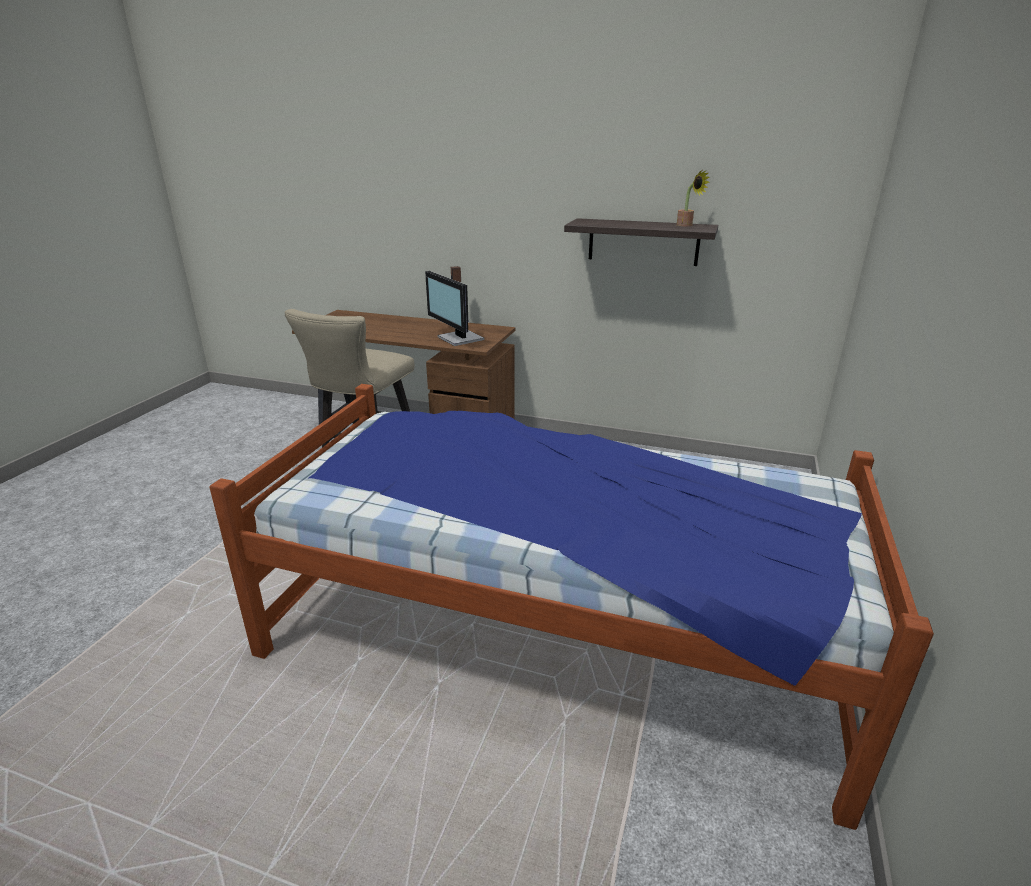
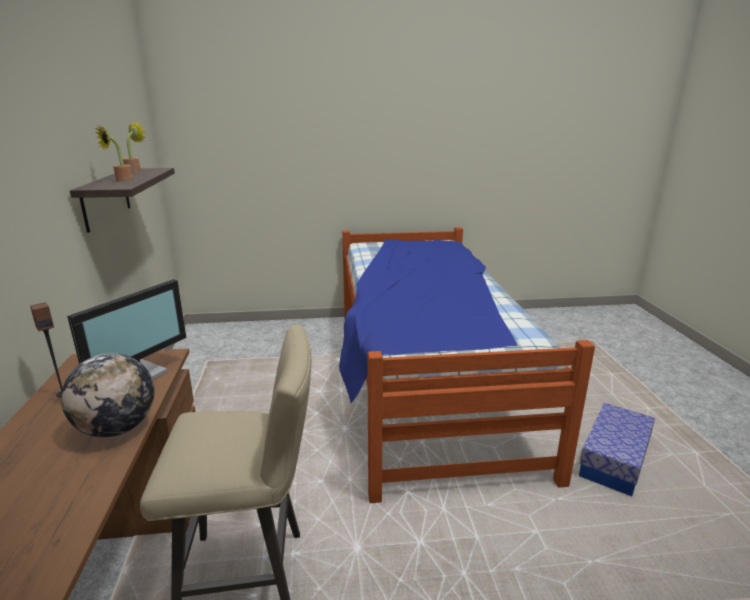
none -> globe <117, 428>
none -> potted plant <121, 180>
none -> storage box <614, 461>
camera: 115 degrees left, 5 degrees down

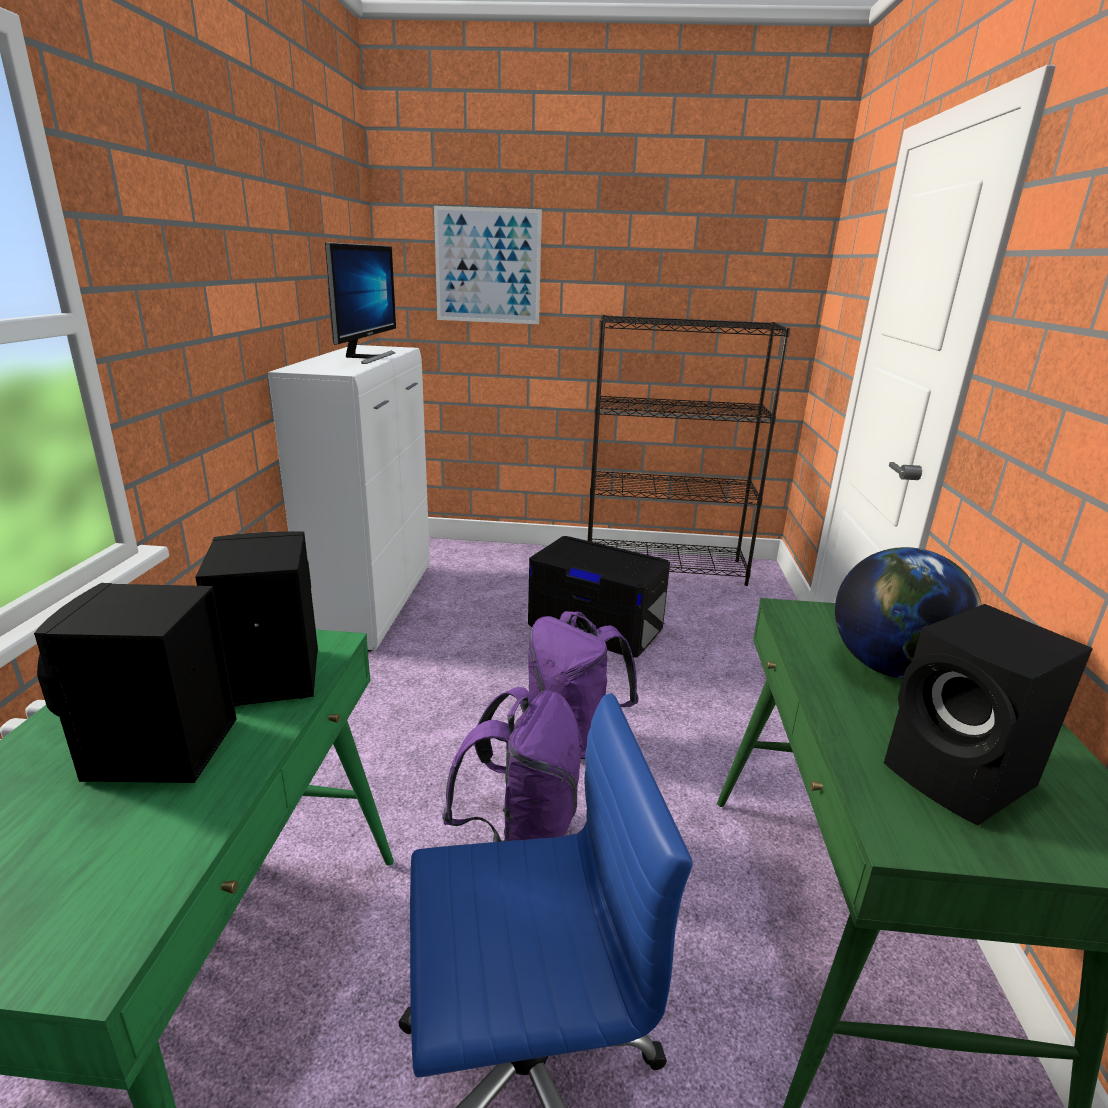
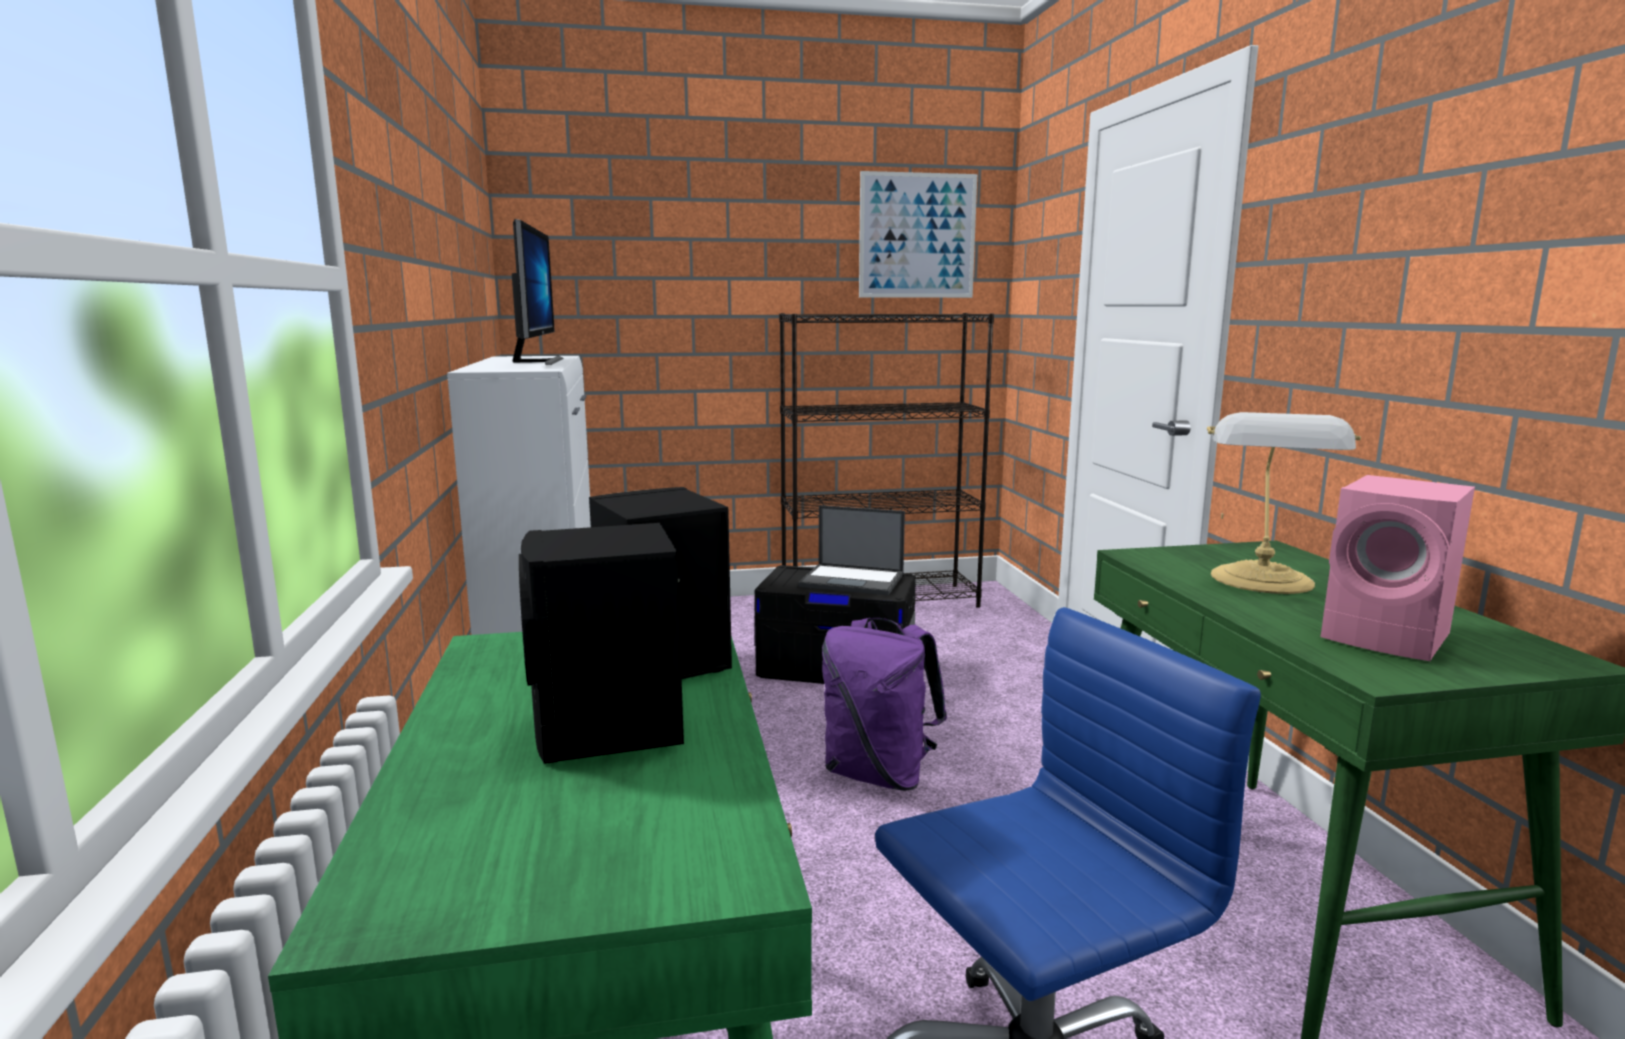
picture <488, 266> -> picture <917, 236>, relocated
purple backpack <520, 839> -> none
globe <891, 668> -> table lamp <1263, 581>
black speaker <962, 779> -> pink speaker <1390, 638>
none -> laptop <853, 580>
camera: 15 degrees left, 10 degrees down

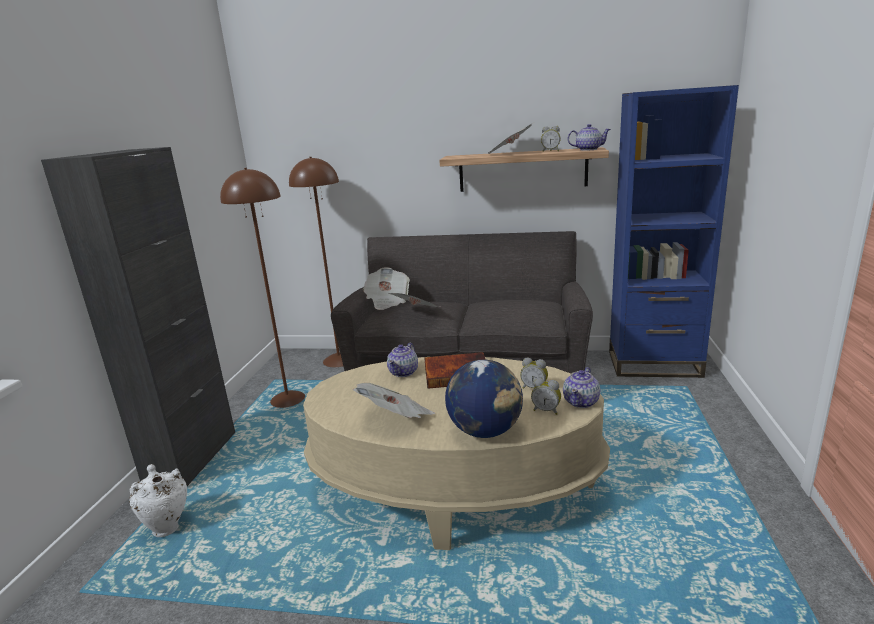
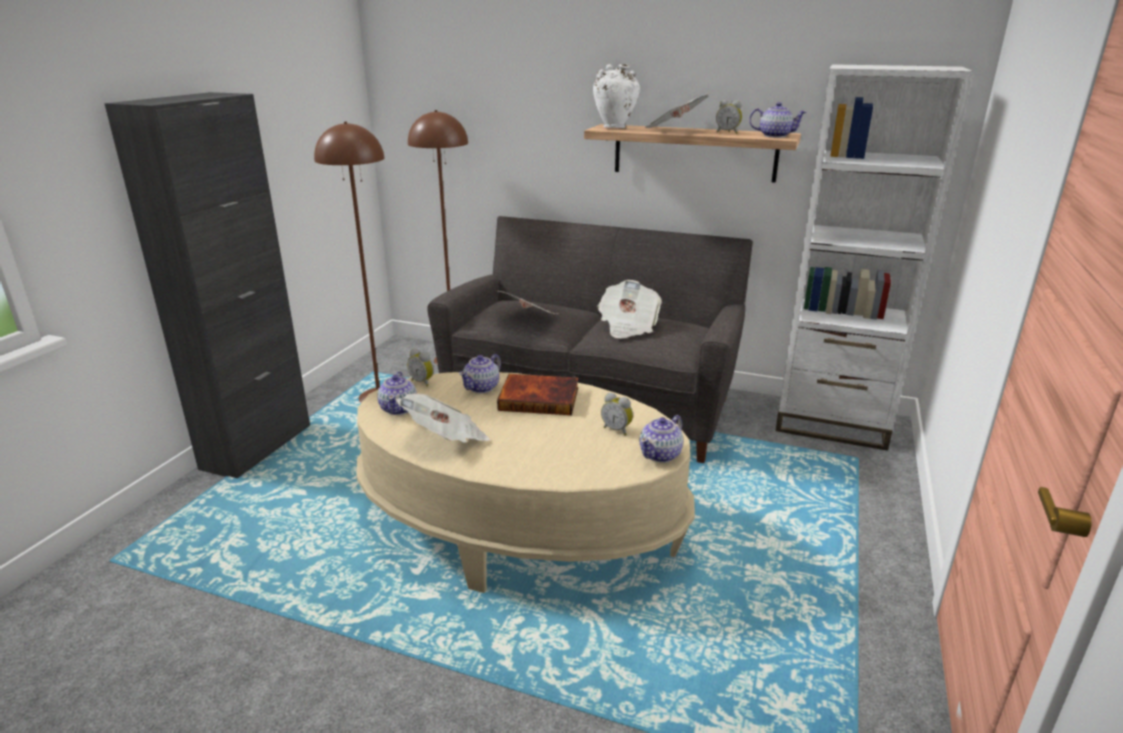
white vase <168, 527> -> white vase <614, 128>, relocated
newspaper <387, 301> -> newspaper <627, 326>, relocated
globe <485, 431> -> none
alarm clock <546, 410> -> alarm clock <423, 382>, relocated
blue bookcase <654, 364> -> white bookcase <831, 423>
none -> teapot <399, 408>
camera: 10 degrees right, 5 degrees up

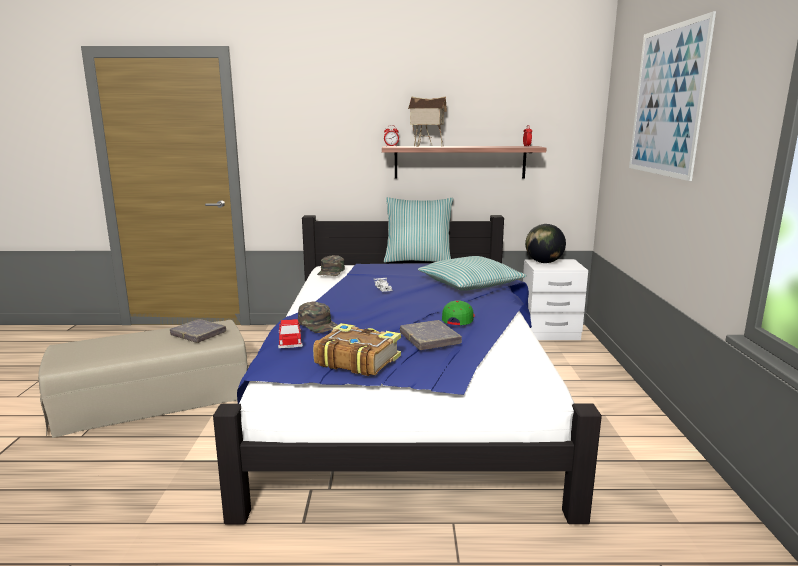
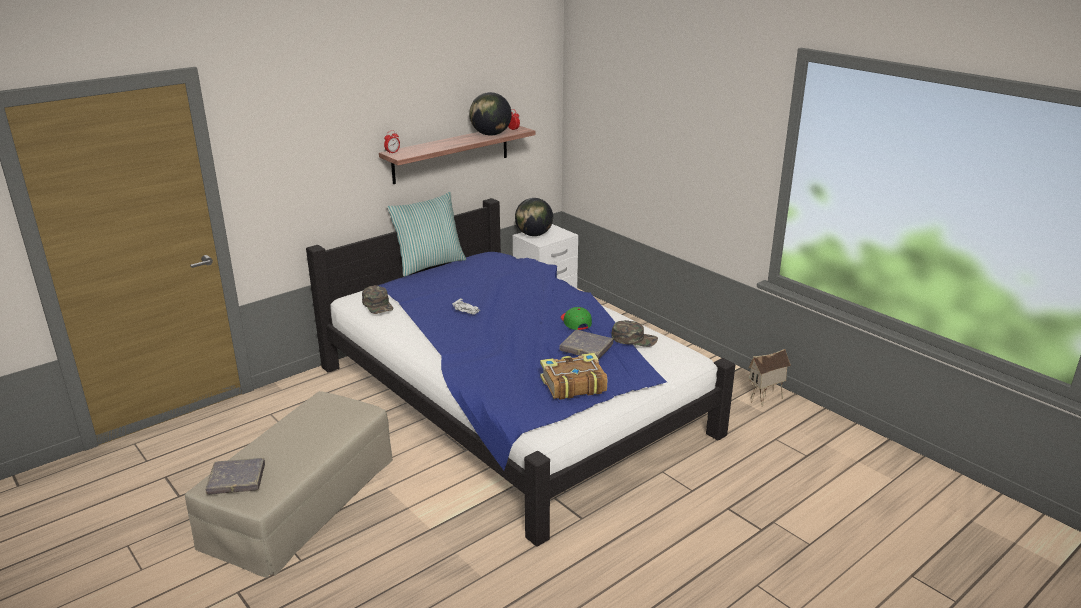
grey book <198, 334> -> grey book <236, 479>, relocated
toy car <290, 340> -> none
green cap <319, 324> -> green cap <634, 339>, relocated
toy house <427, 146> -> toy house <765, 400>, relocated
pillow <470, 284> -> none
picture <666, 101> -> none
none -> globe <491, 134>
camera: 40 degrees left, 10 degrees up

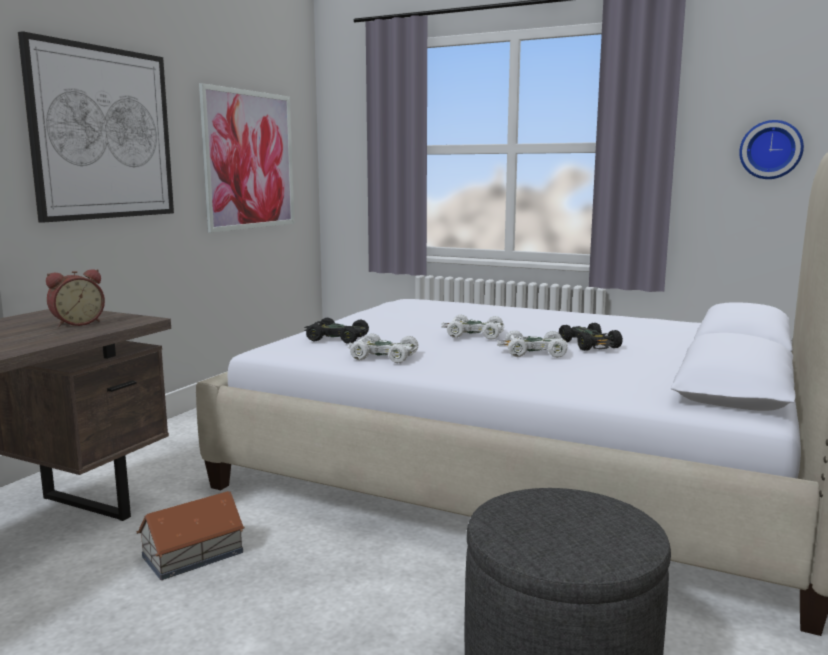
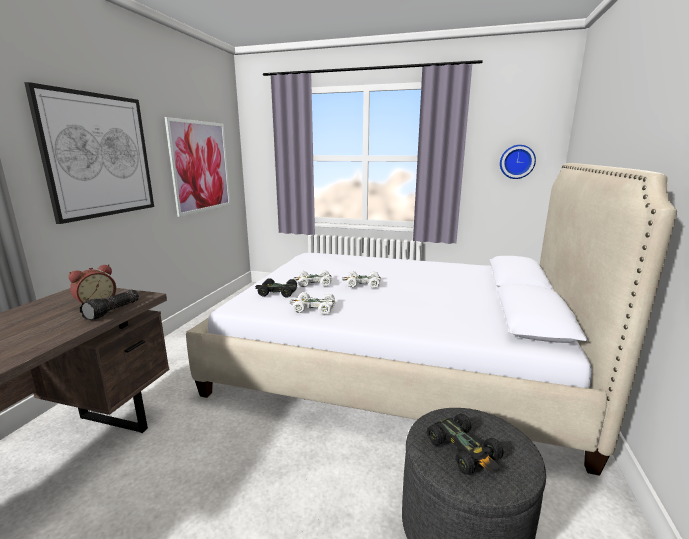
toy house <194, 554> -> none
white toy car <533, 352> -> white toy car <313, 283>, relocated
black toy car <590, 345> -> black toy car <464, 450>, relocated
none -> flashlight <113, 311>
camera: 10 degrees left, 5 degrees up

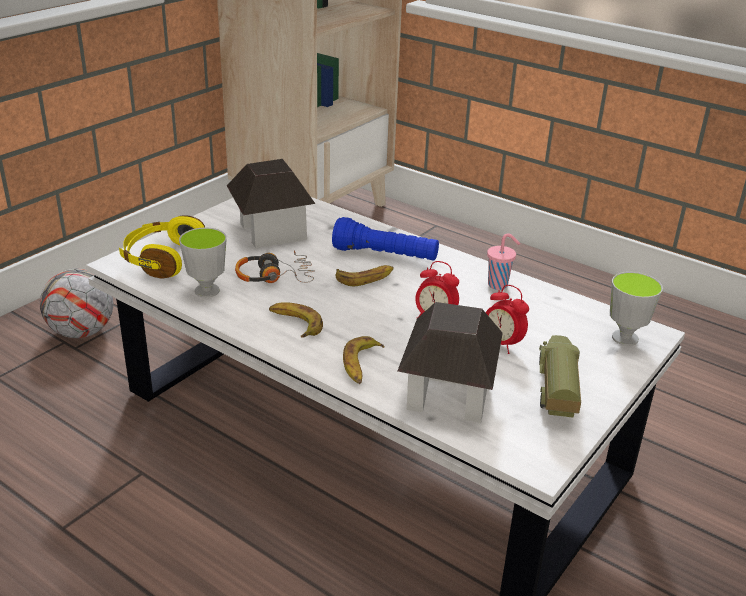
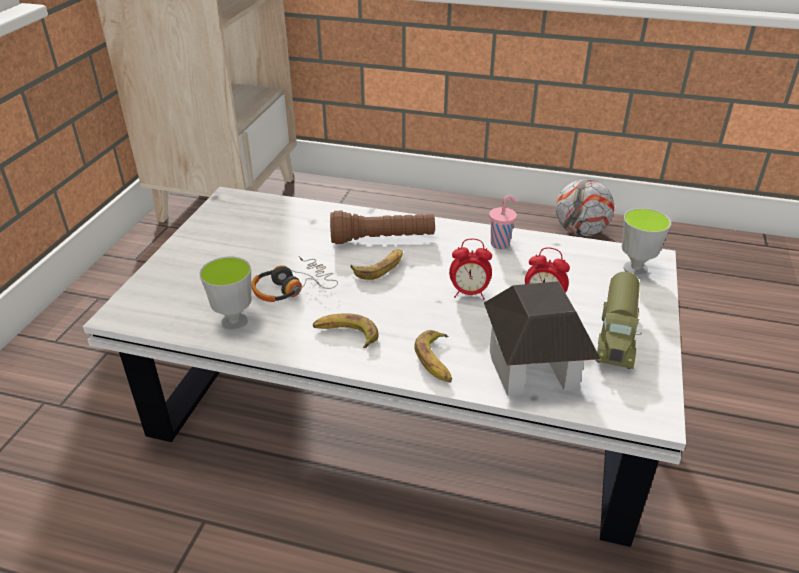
football <81, 332> -> football <580, 231>, relocated
yellow headphones <162, 259> -> none
toy house <271, 231> -> none
blue flashlight <385, 256> -> brown flashlight <382, 239>
toy truck <555, 391> -> toy truck <617, 337>, 150 degrees counterclockwise
camera: 20 degrees left, 5 degrees up

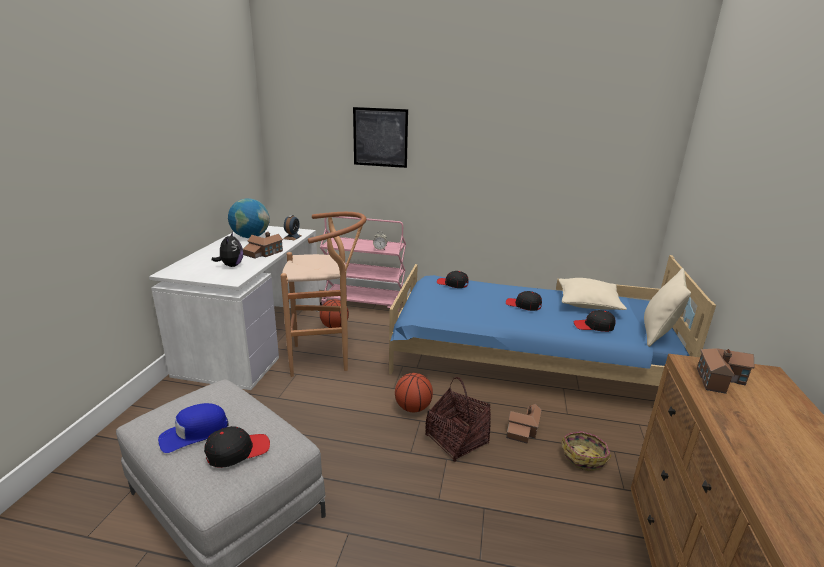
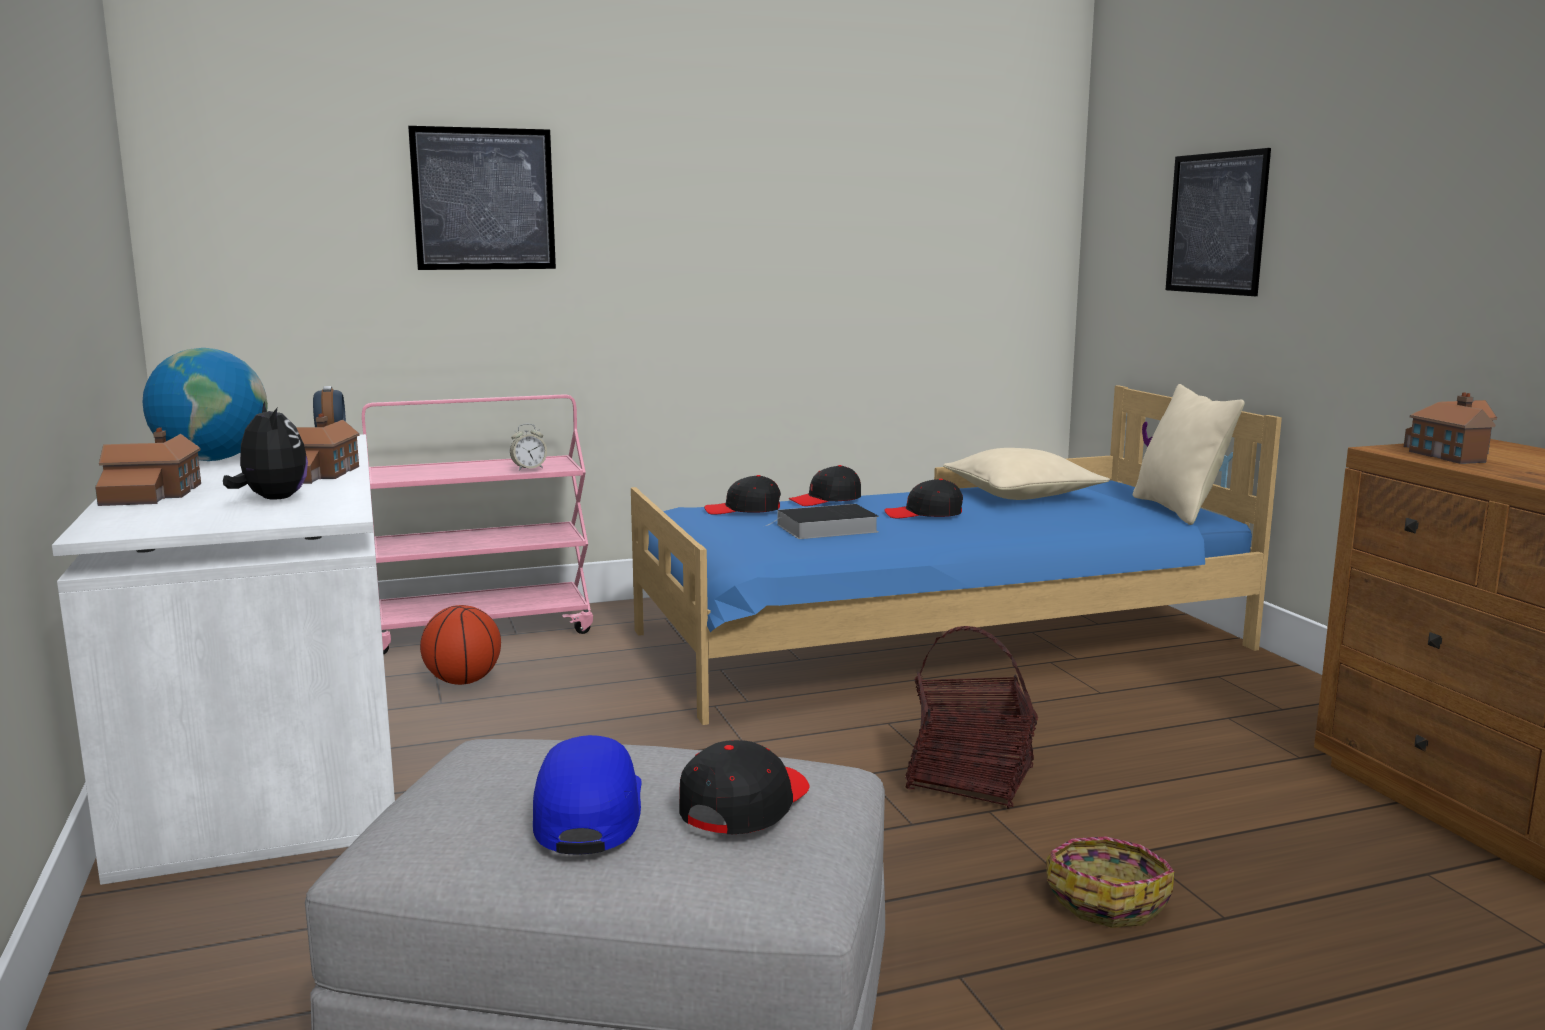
blue cap <194, 433> -> blue cap <588, 812>, 150 degrees clockwise
brown stool <327, 358> -> none
basketball <413, 408> -> none
toy house <523, 430> -> toy house <153, 494>, relocated
basket <584, 456> -> basket <1107, 898>, relocated
black cap <594, 326> -> black cap <826, 500>, relocated
none -> book <825, 529>
none -> picture <1216, 223>
camera: 30 degrees left, 10 degrees down

